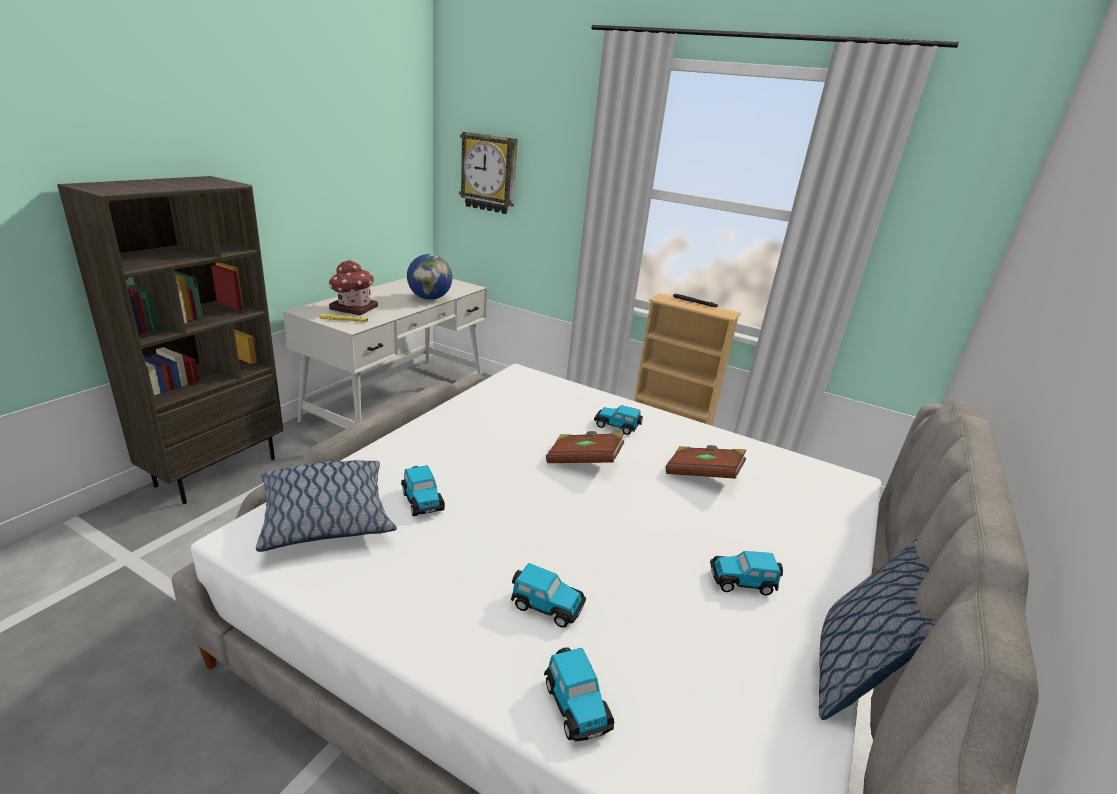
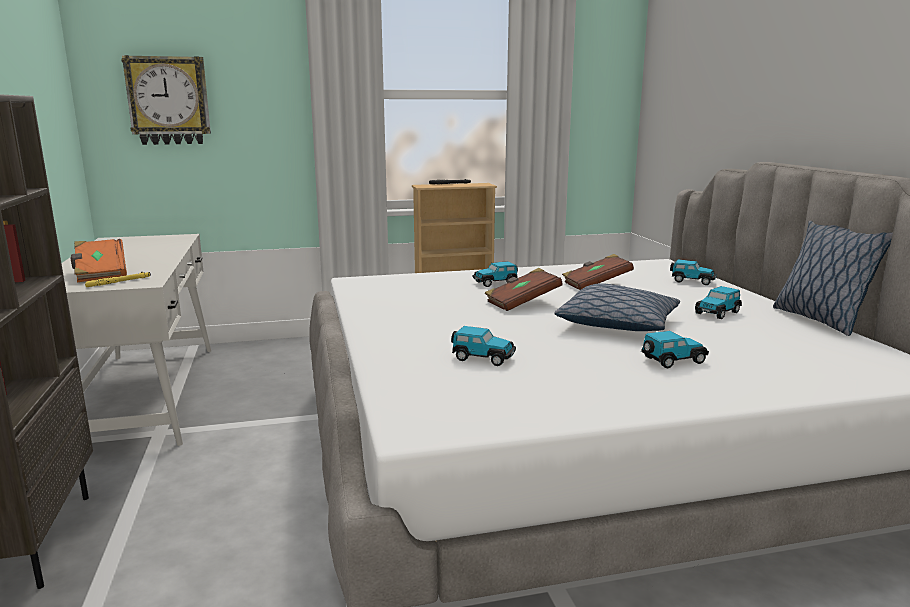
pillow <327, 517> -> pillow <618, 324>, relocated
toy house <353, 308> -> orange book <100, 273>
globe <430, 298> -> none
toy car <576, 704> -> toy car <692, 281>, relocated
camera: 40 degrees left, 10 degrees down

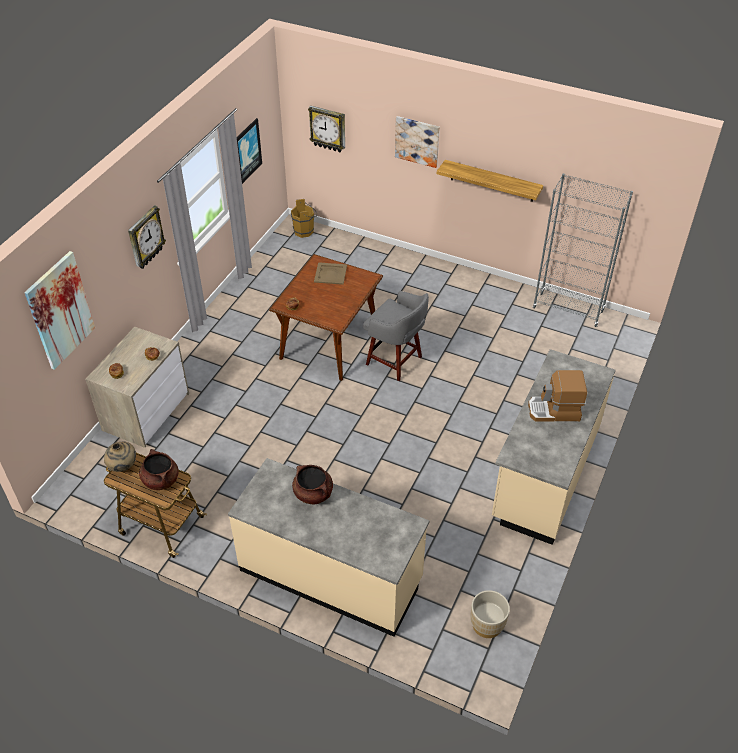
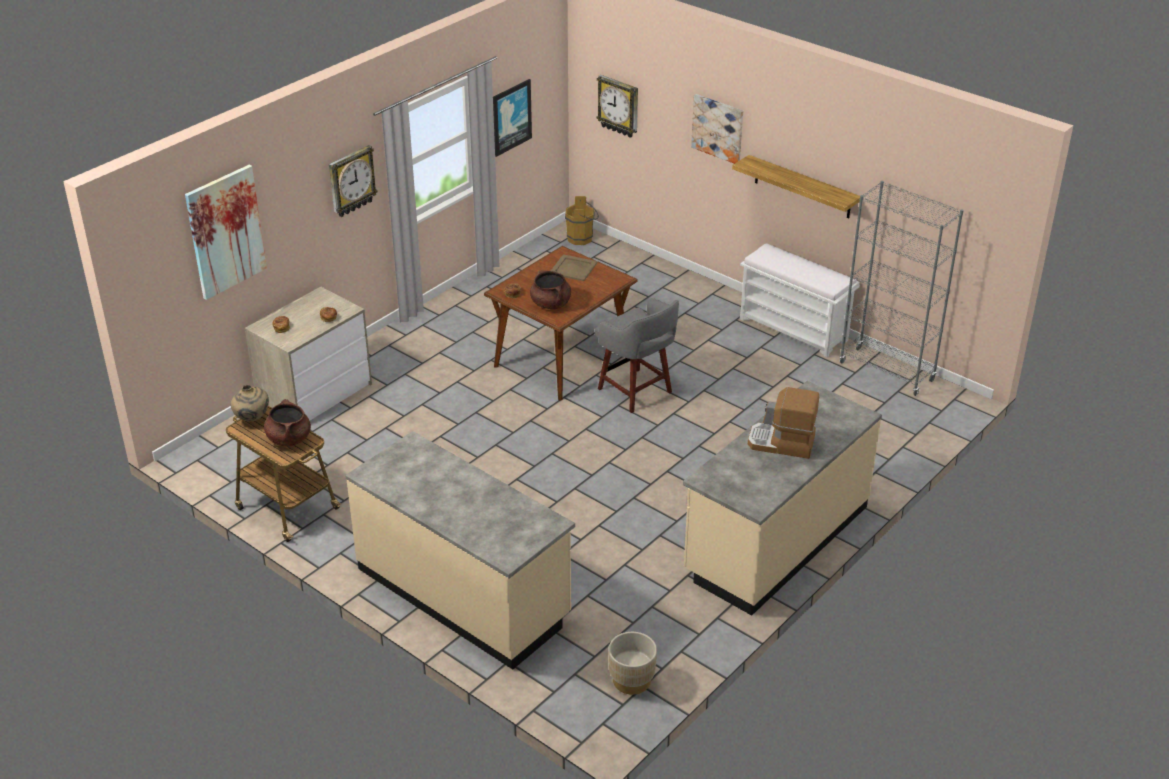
brown cooking pot <313, 493> -> brown cooking pot <551, 304>, relocated
none -> white bench <794, 329>
camera: 15 degrees right, 10 degrees down

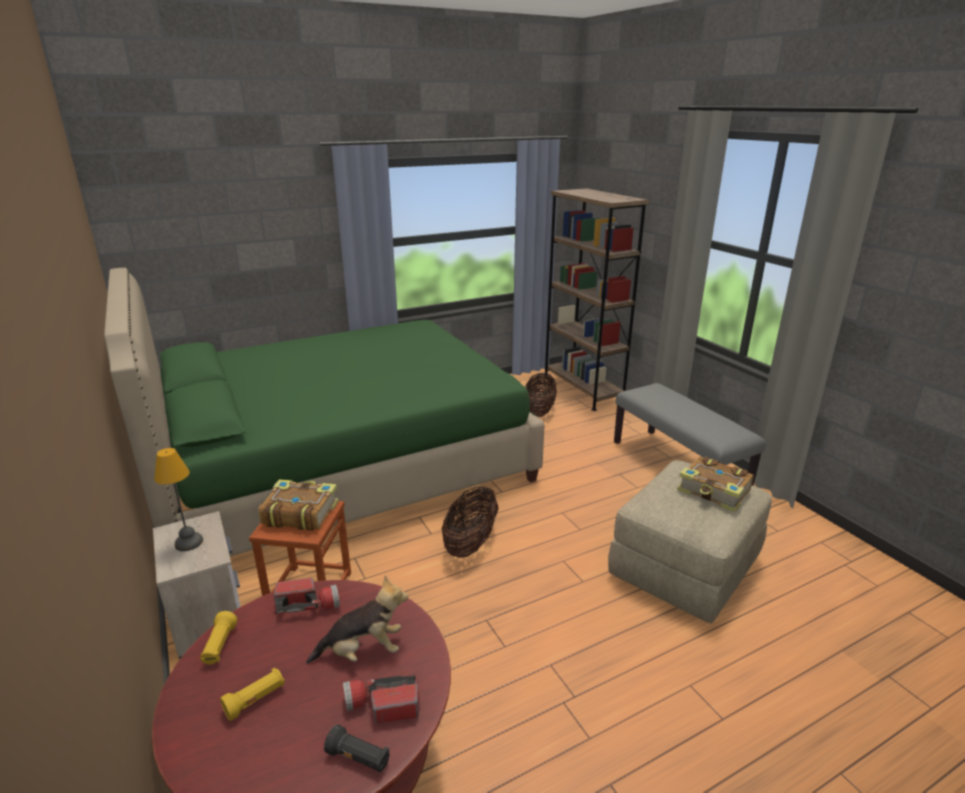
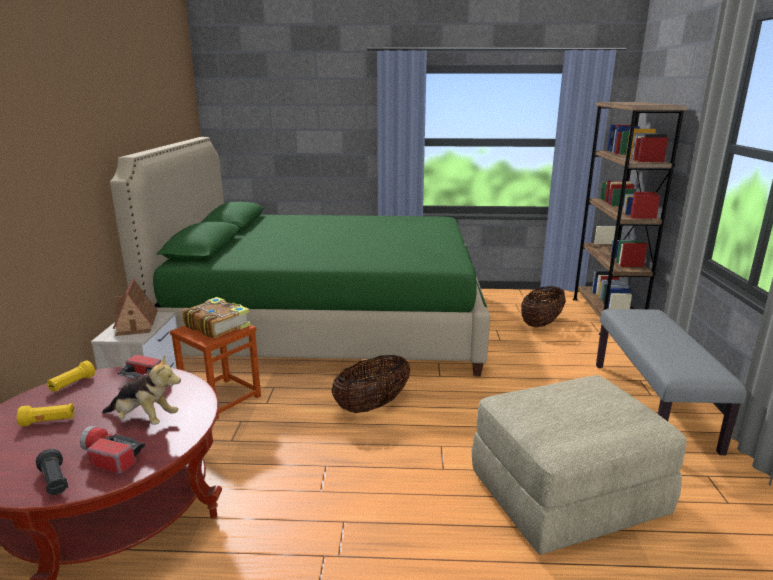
table lamp <189, 542> -> toy house <136, 324>
book <714, 492> -> none
camera: 30 degrees right, 5 degrees down

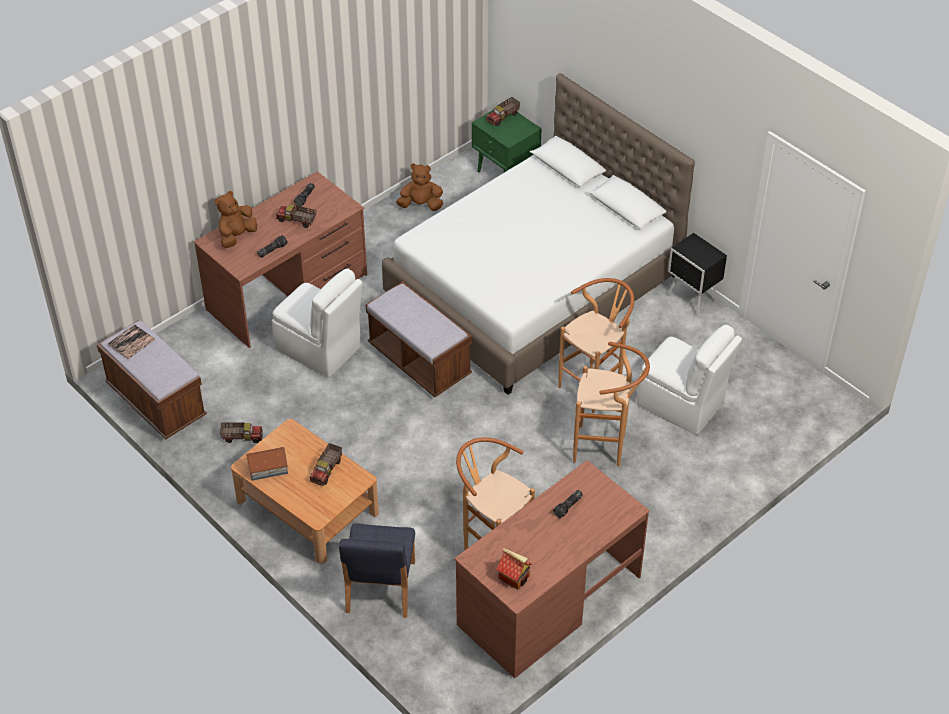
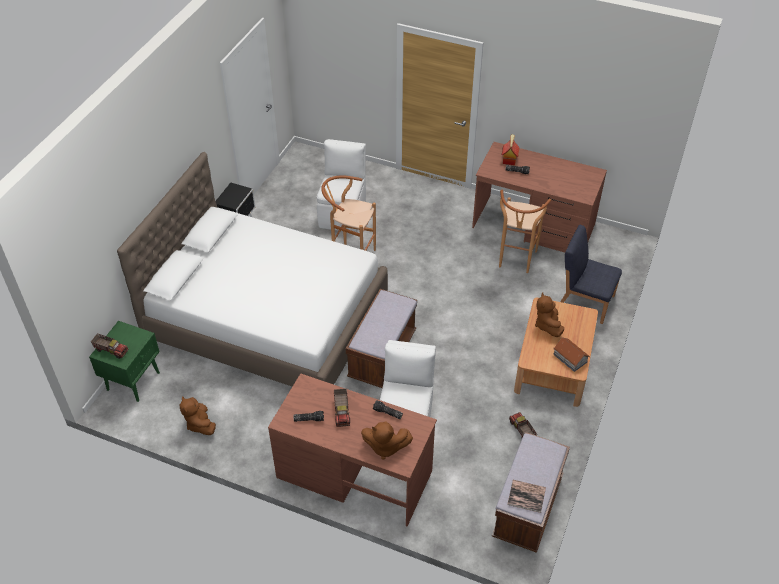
toy truck <327, 470> -> brown plush toy <547, 325>
blue chair <380, 587> -> blue chair <584, 301>, 135 degrees counterclockwise
toy house <514, 577> -> toy house <509, 159>, relocated
brown stool <605, 448> -> none
camera: 115 degrees left, 0 degrees up

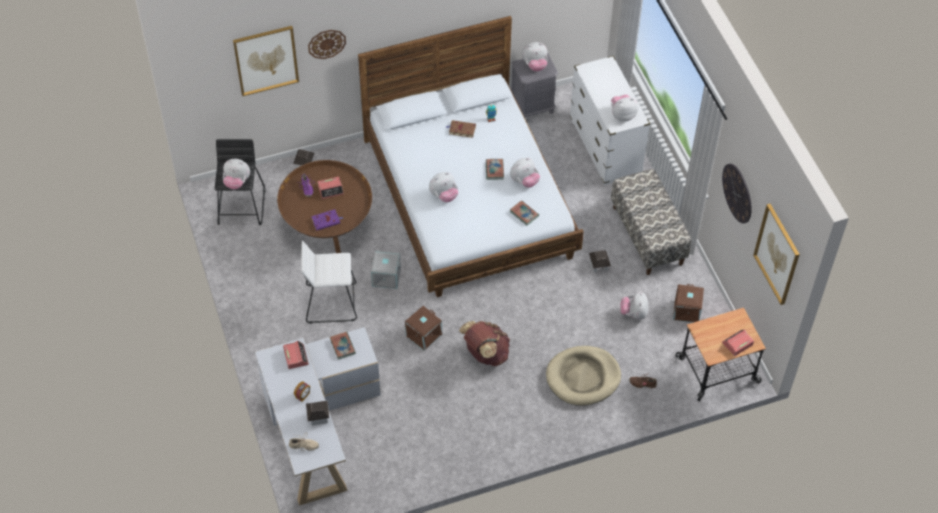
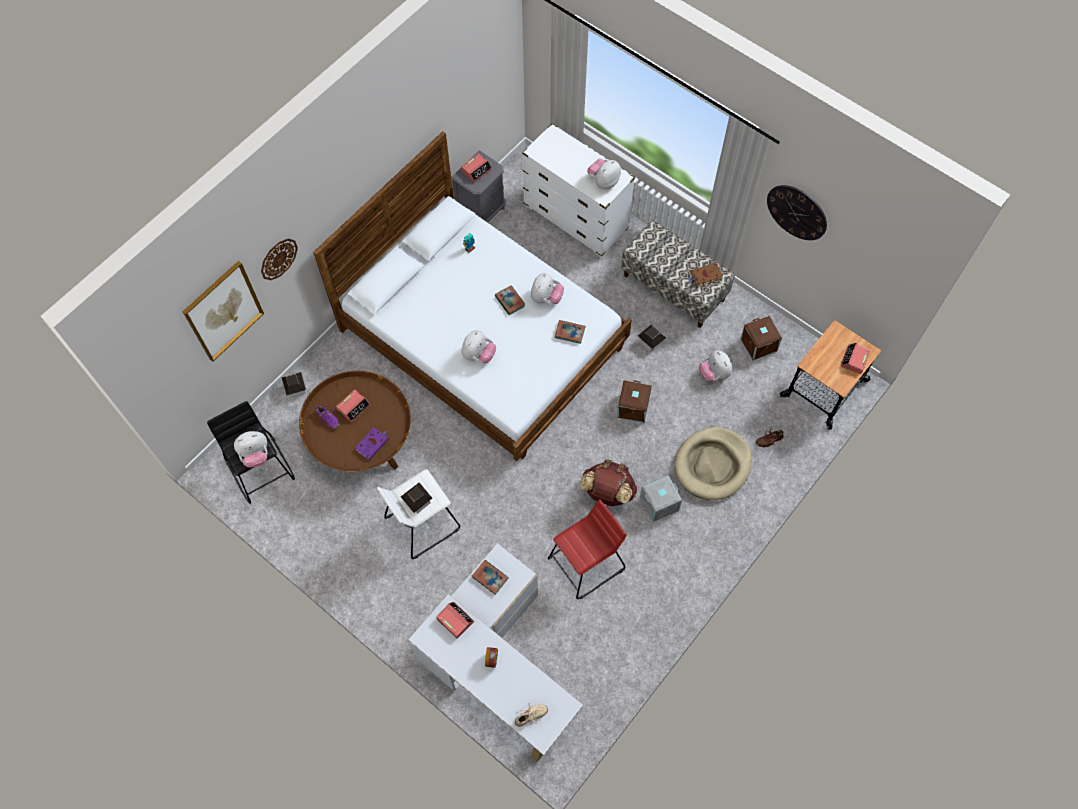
toy house <318, 417> -> toy house <418, 502>, relocated
grey storage box <386, 277> -> grey storage box <659, 504>, relocated
brown storage box <424, 335> -> brown storage box <633, 408>, relocated
brown book <461, 130> -> brown book <705, 276>, relocated
plush toy <535, 65> -> alarm clock <476, 170>
picture <777, 254> -> none
none -> red stool <586, 564>
camera: 30 degrees left, 10 degrees up

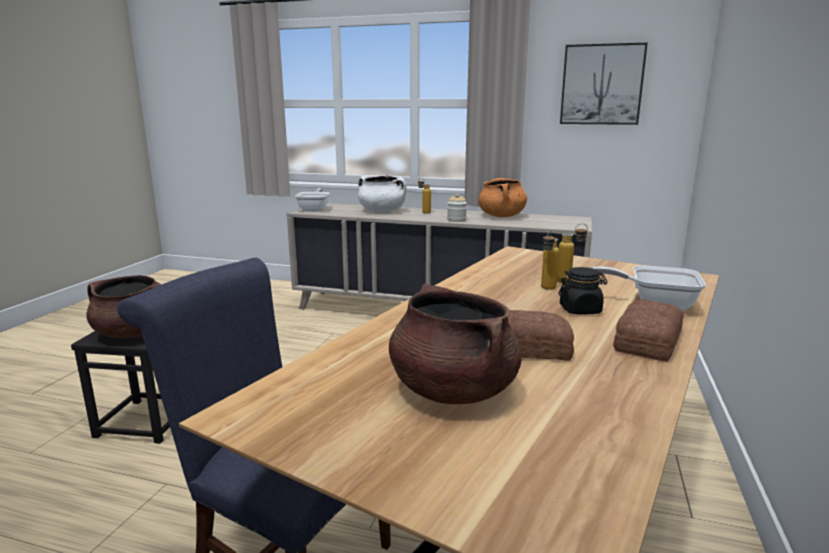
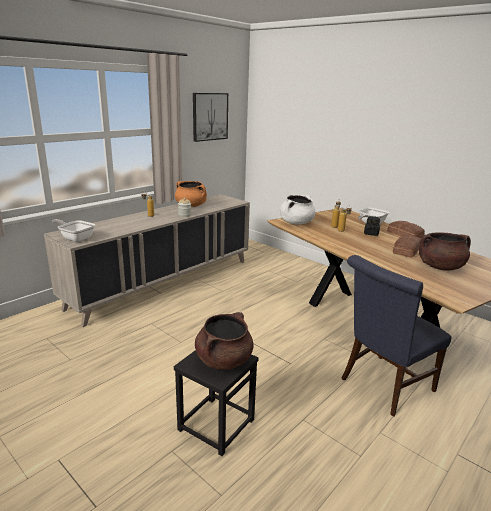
white cooking pot <382, 211> -> white cooking pot <296, 223>, relocated
camera: 65 degrees left, 5 degrees up

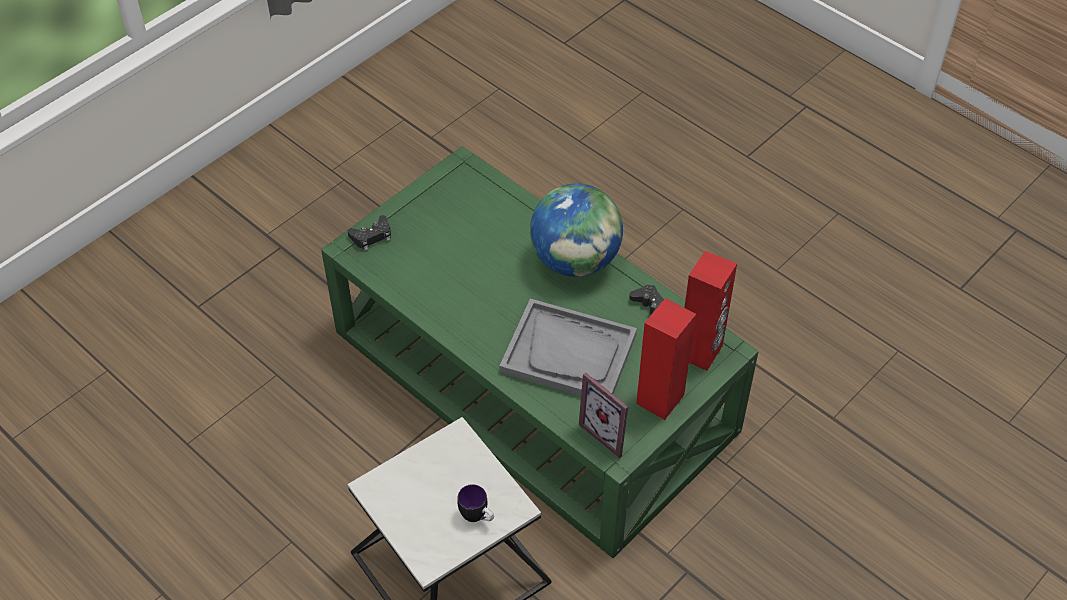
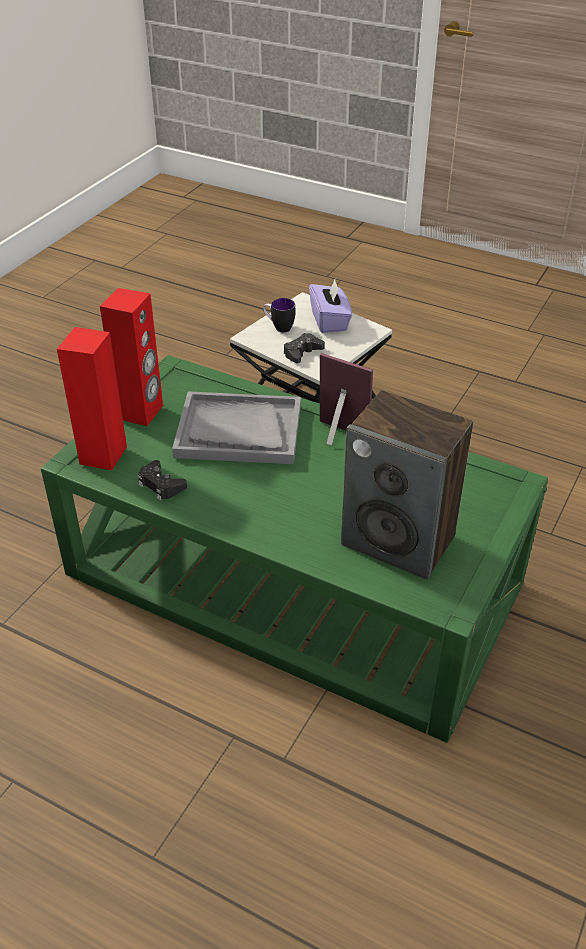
black game controller <372, 236> -> black game controller <302, 352>, relocated
globe <575, 260> -> none
picture frame <610, 431> -> picture frame <337, 436>, relocated
none -> purple tissue box <330, 321>
none -> speaker <399, 540>
camera: 165 degrees right, 10 degrees down

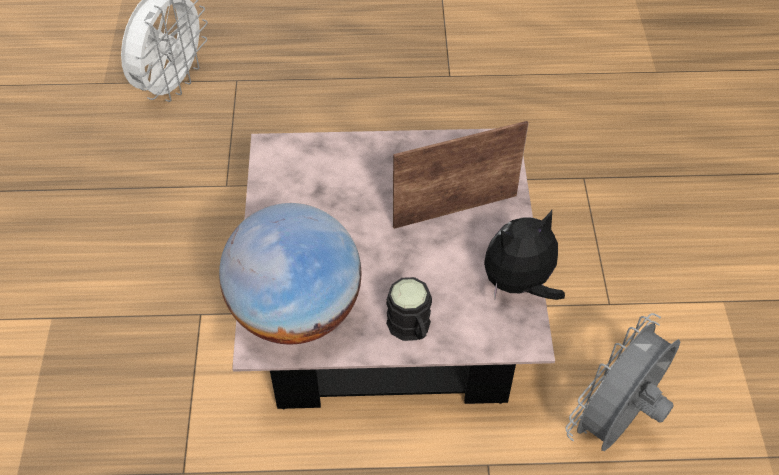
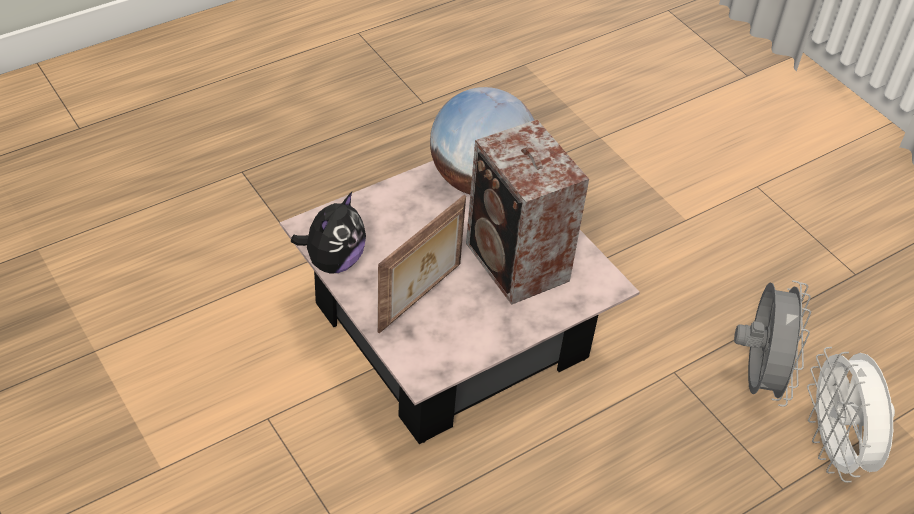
black mug <411, 329> -> none
grey fan <614, 422> -> grey fan <757, 378>, relocated
none -> speaker <517, 265>
camera: 145 degrees right, 5 degrees down

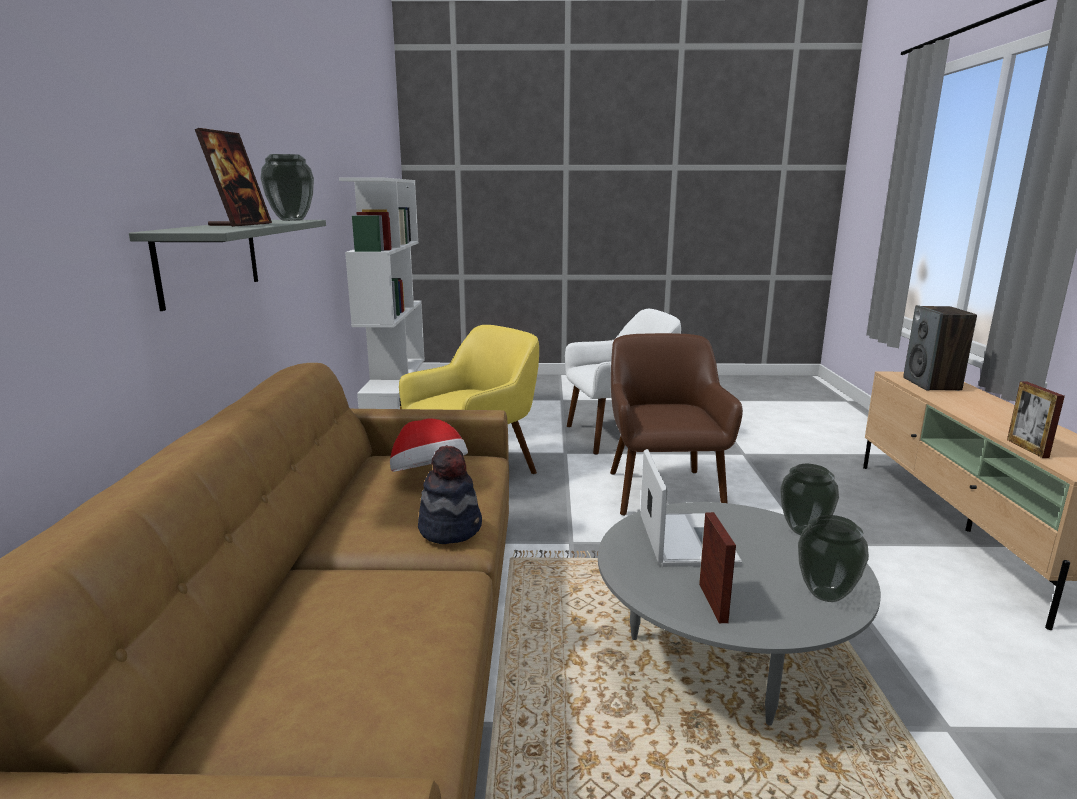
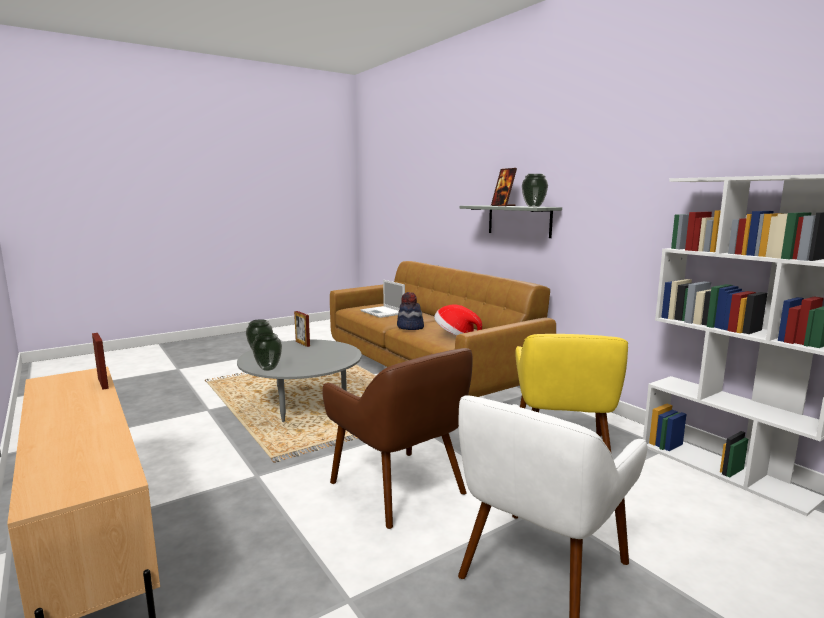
laptop <686, 539> -> laptop <383, 312>, relocated
speaker <932, 384> -> none
camera: 145 degrees right, 5 degrees down

